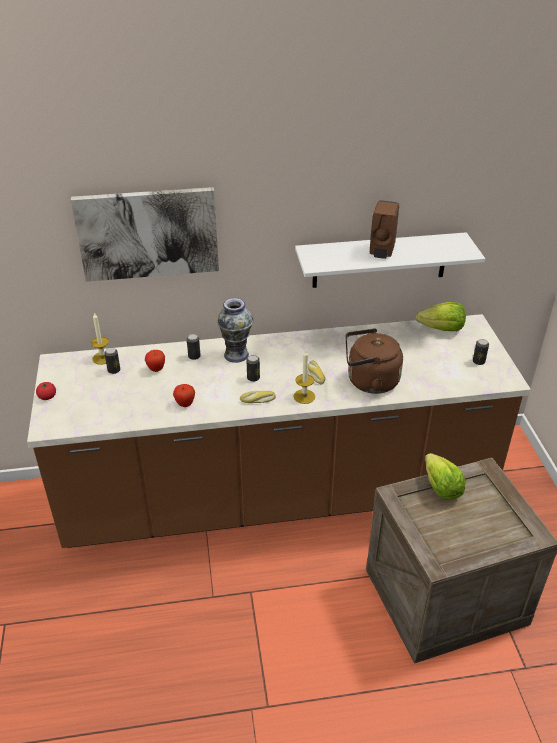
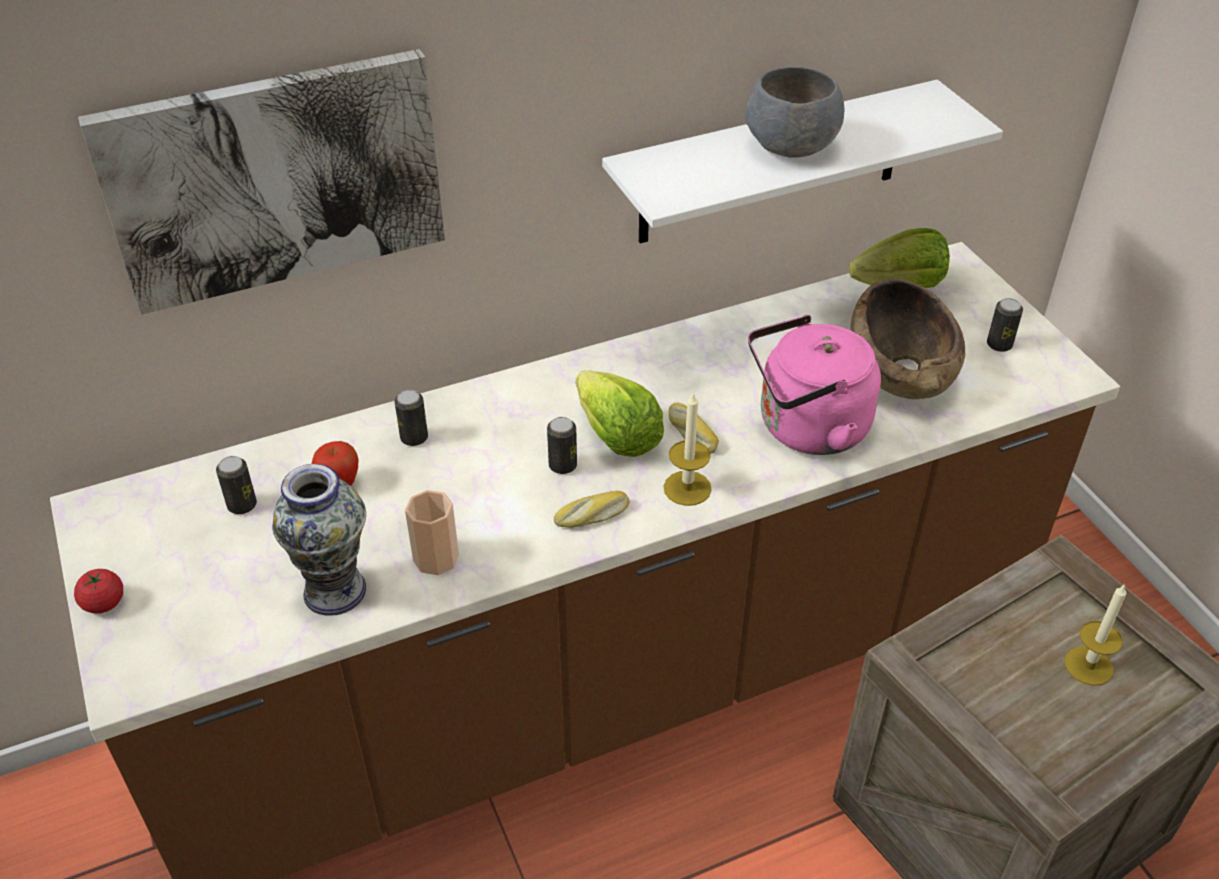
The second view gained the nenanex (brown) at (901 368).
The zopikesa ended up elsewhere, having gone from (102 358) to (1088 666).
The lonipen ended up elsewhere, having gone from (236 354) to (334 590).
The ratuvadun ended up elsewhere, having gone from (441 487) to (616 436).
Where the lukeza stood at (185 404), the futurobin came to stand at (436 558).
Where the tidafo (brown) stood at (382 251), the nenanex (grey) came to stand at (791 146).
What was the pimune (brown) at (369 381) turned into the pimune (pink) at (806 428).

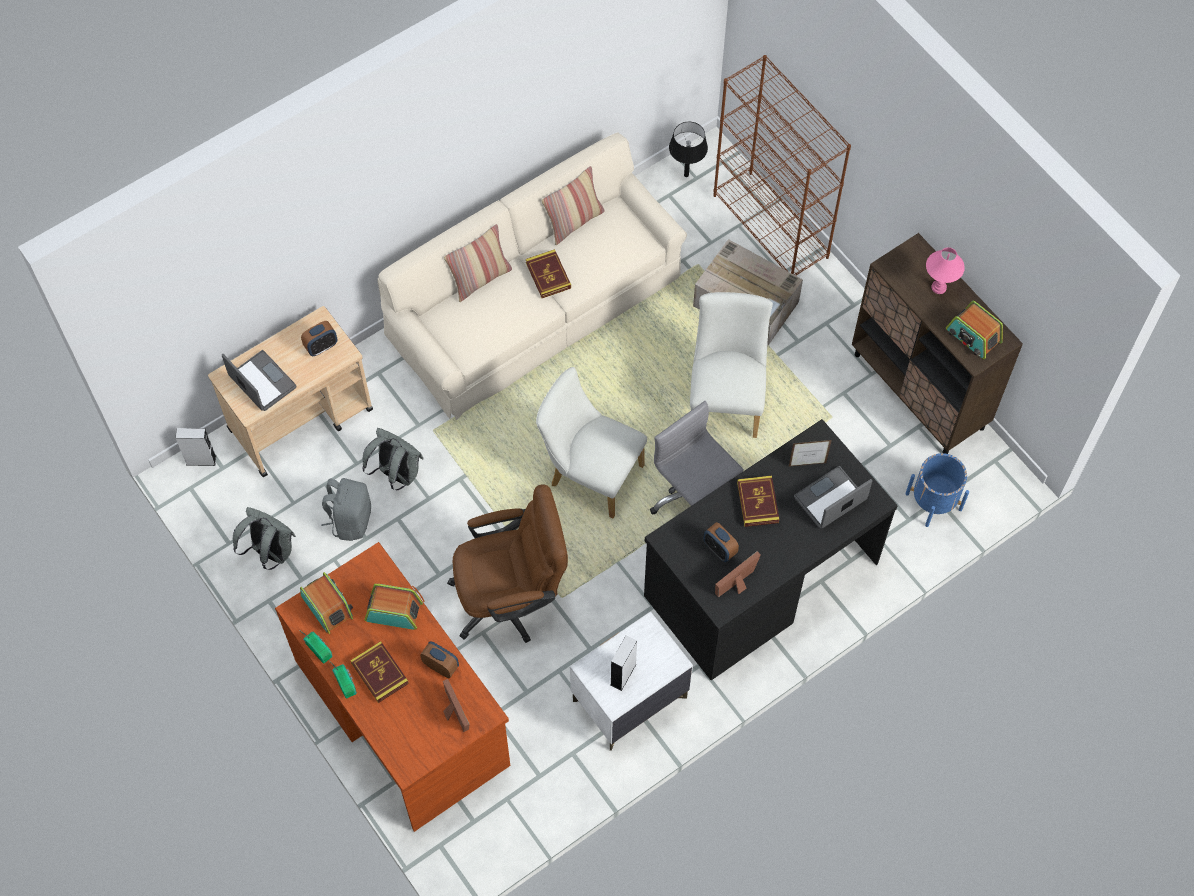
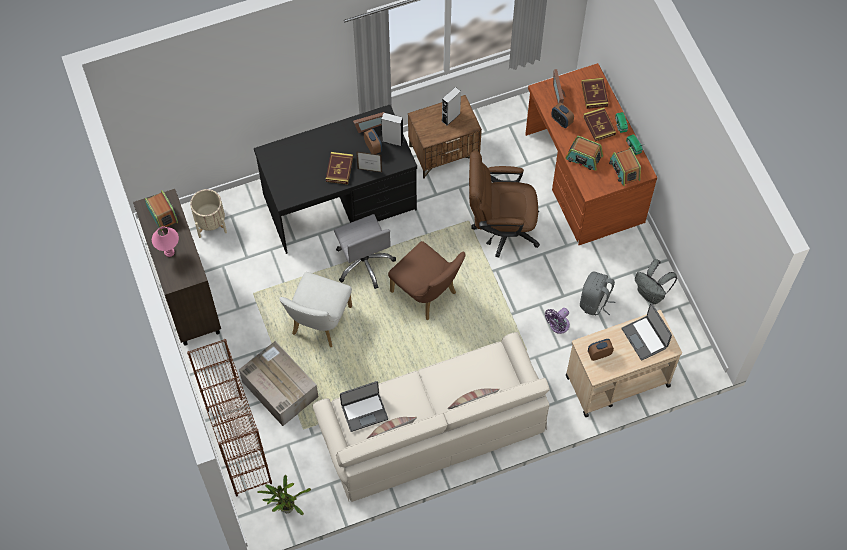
The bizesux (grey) ended up elsewhere, having gone from (201 460) to (392 140).
The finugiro ended up elsewhere, having gone from (548 275) to (594 94).
The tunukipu ended up elsewhere, having gone from (807 464) to (369 170).
The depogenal ended up elsewhere, having gone from (830 500) to (364 411).
Where the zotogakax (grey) stood at (396 473), the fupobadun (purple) came to stand at (557 326).
Where the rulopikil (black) stood at (686 175), the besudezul came to stand at (286 506).
What was the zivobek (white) at (590 473) turned into the zivobek (brown) at (427 295).
What was the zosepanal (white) at (629 700) turned into the zosepanal (brown) at (444 153).
What was the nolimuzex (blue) at (933 501) turned into the nolimuzex (beige) at (211 223).

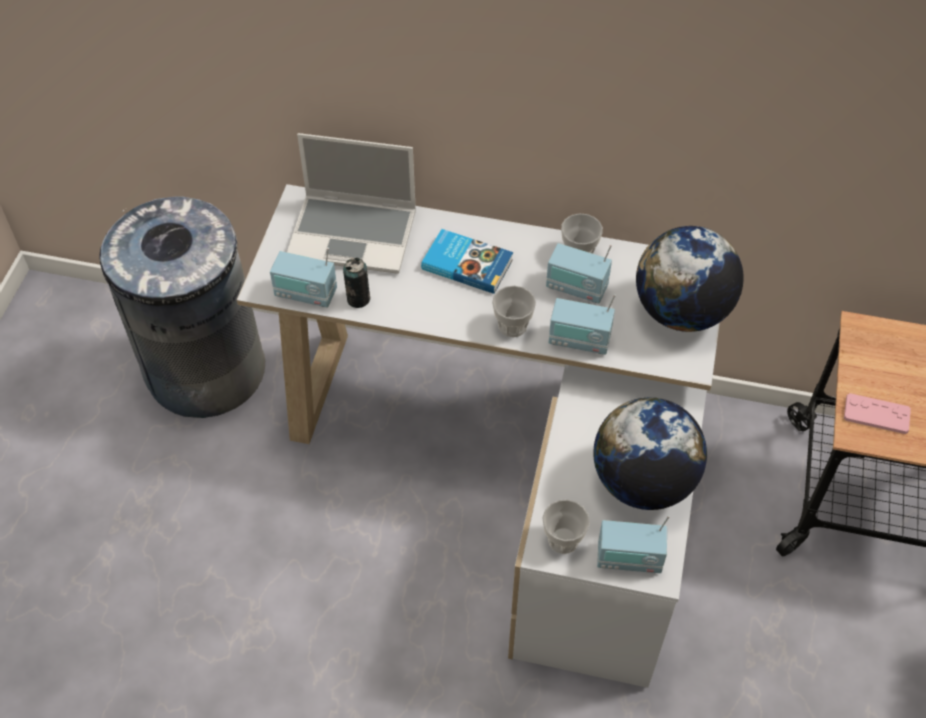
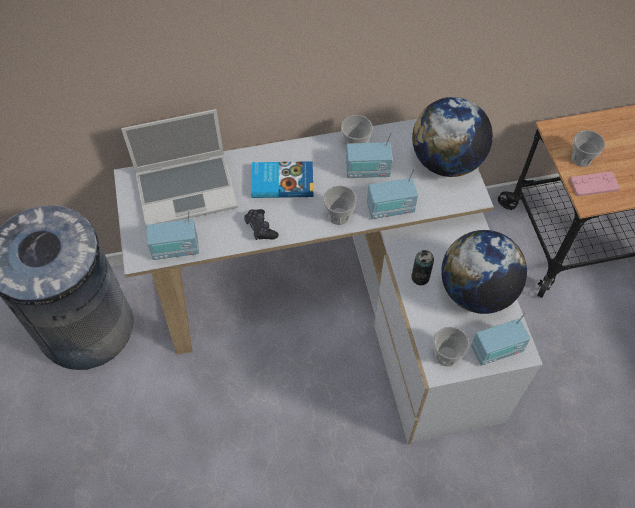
The second view gained the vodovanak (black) at (260 228).
The second view gained the futurobin at (581 158).
The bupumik ended up elsewhere, having gone from (358 299) to (420 277).

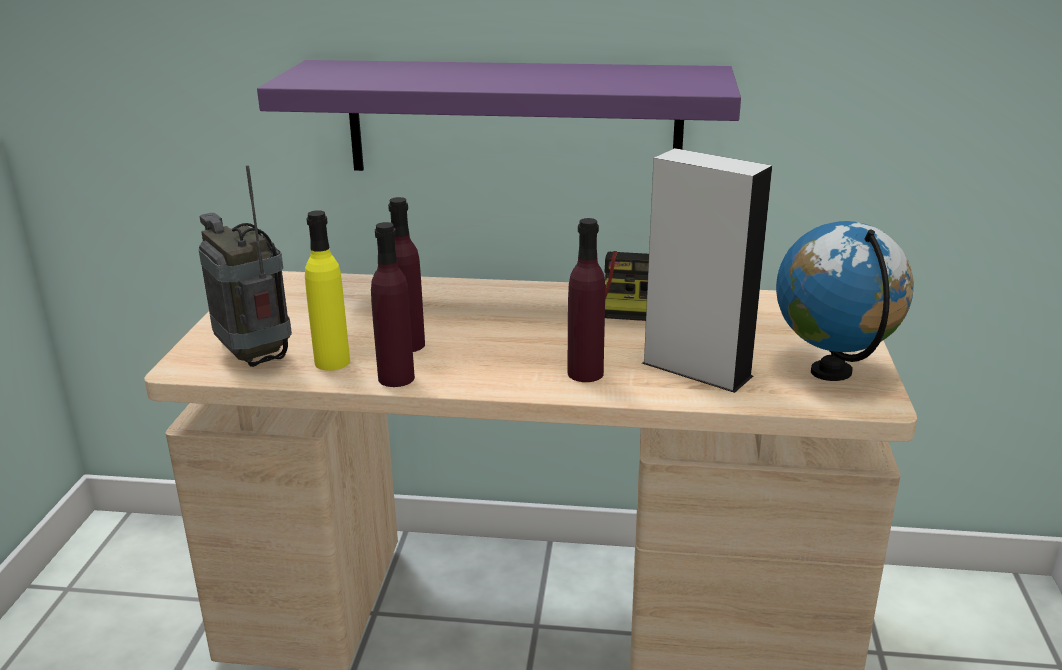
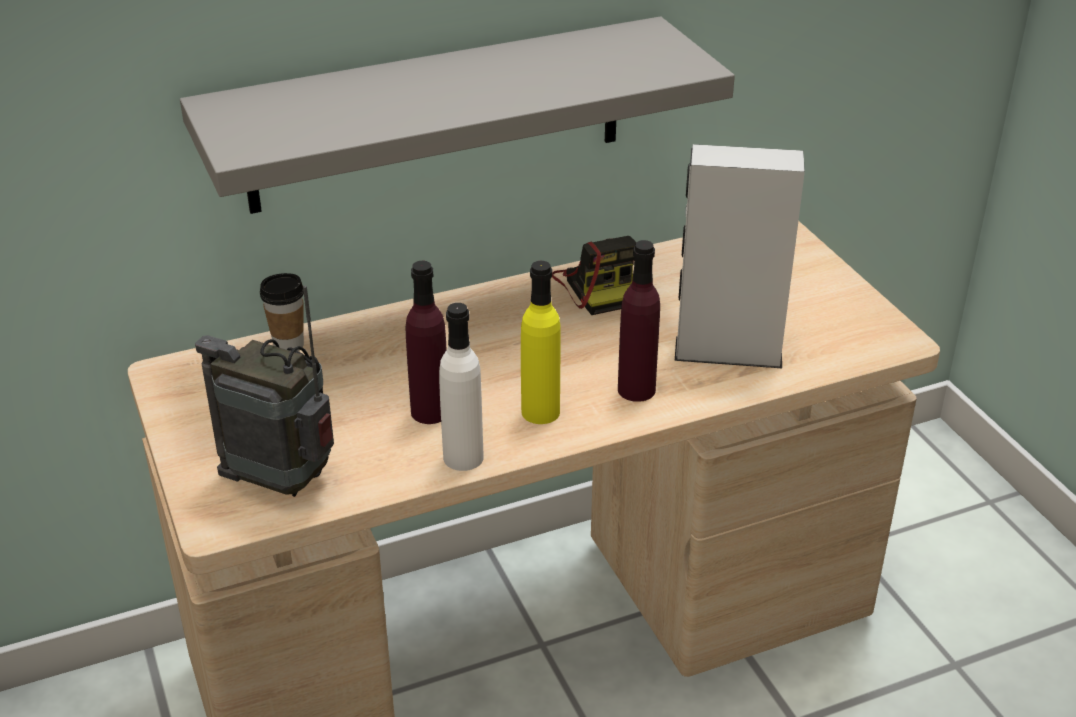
The second view lost the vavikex at (832 372).
The second view gained the futurobin at (288 345).
The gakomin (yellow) ended up elsewhere, having gone from (332 362) to (540 412).
What was the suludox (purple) at (513 119) turned into the suludox (grey) at (436 115).
What was the gakomin (purple) at (396 378) turned into the gakomin (white) at (463 457).

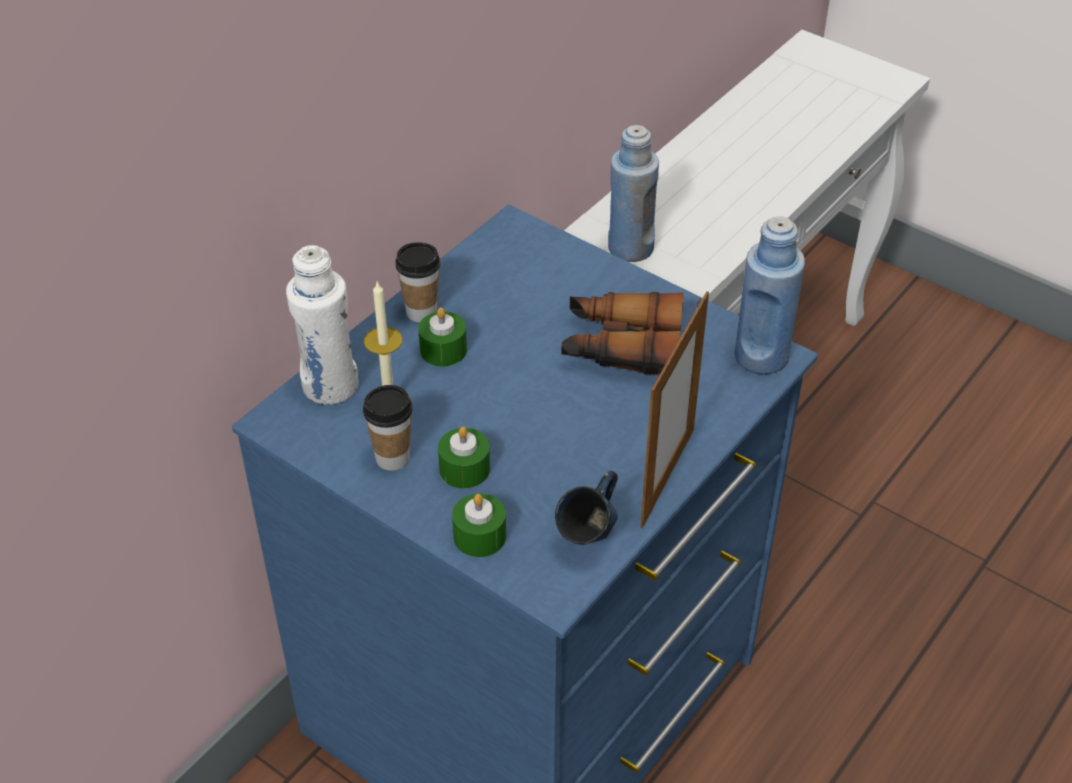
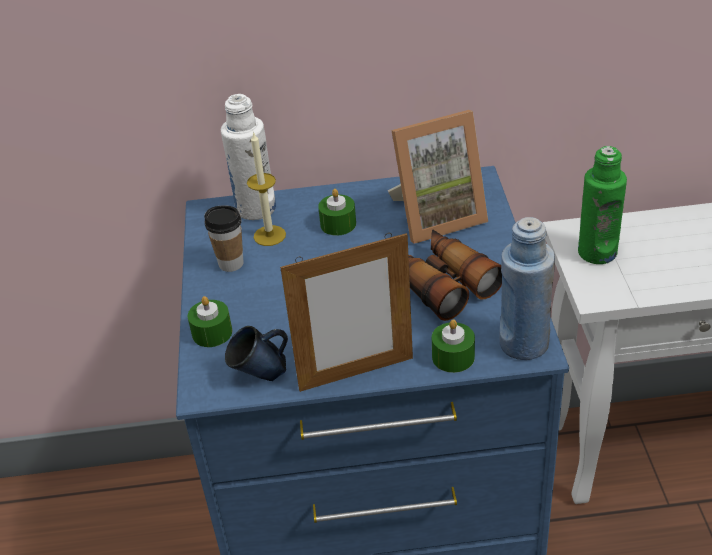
The second view lost the futurobin at (421 312).
The second view gained the tunukipu at (436 216).
The zopikesa (green) ended up elsewhere, having gone from (464 469) to (453 357).
What was the gakomin (blue) at (630 248) turned into the gakomin (green) at (597 252).

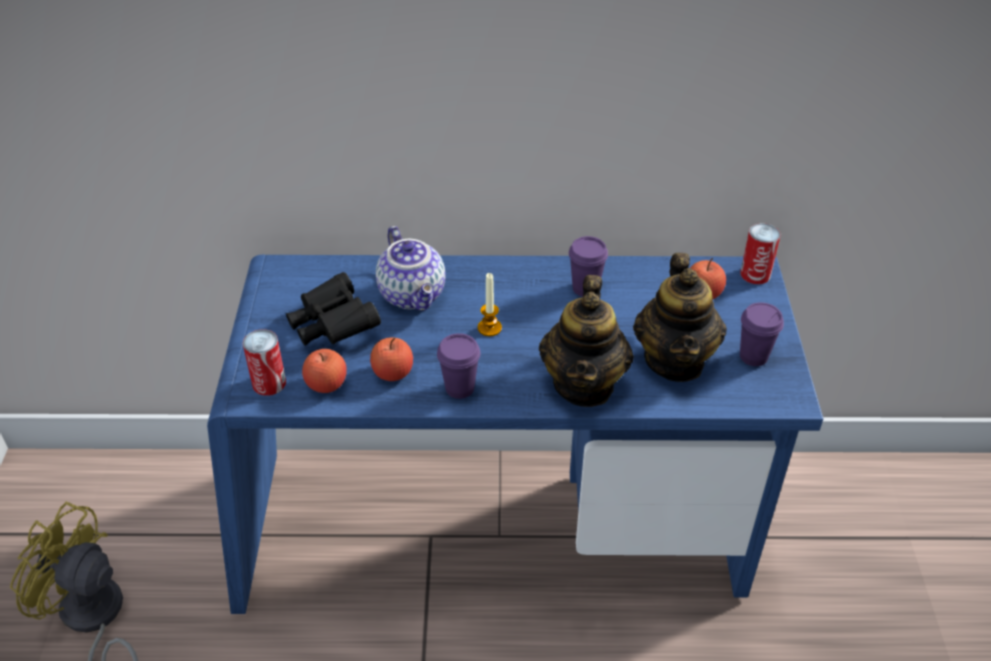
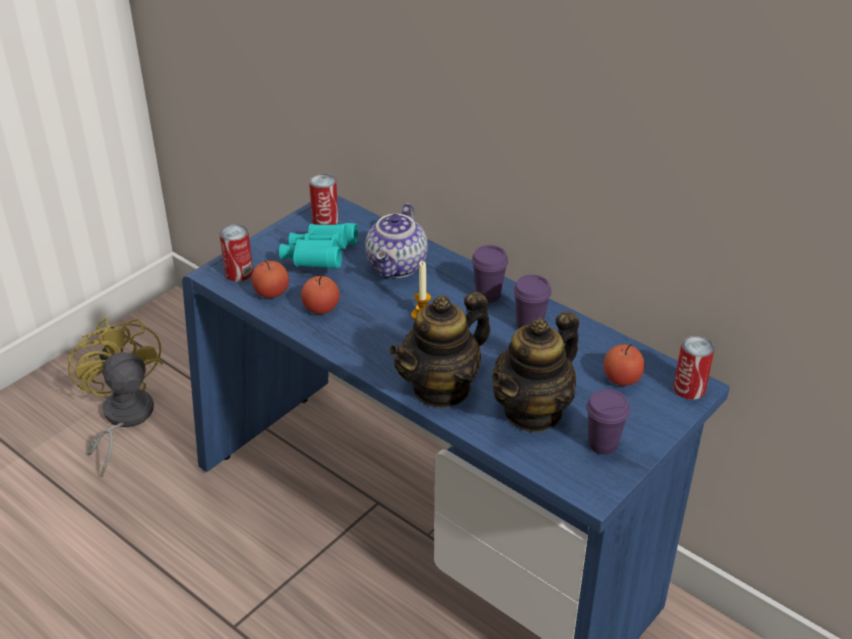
The second view gained the bupumik at (325 220).
The futurobin (purple) ended up elsewhere, having gone from (459 388) to (488 295).
What was the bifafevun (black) at (333 326) turned into the bifafevun (turquoise) at (320 259).

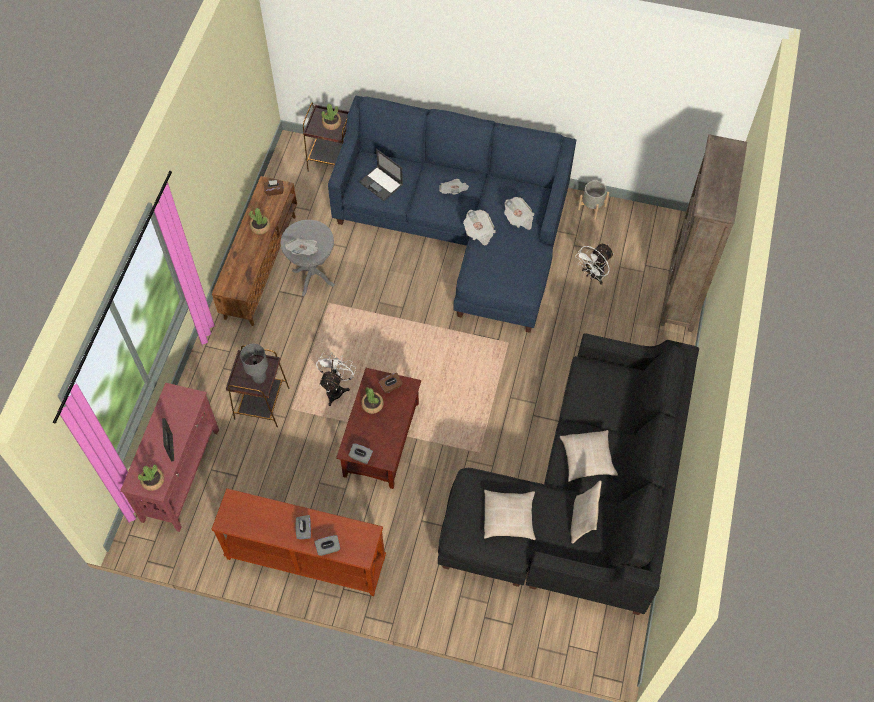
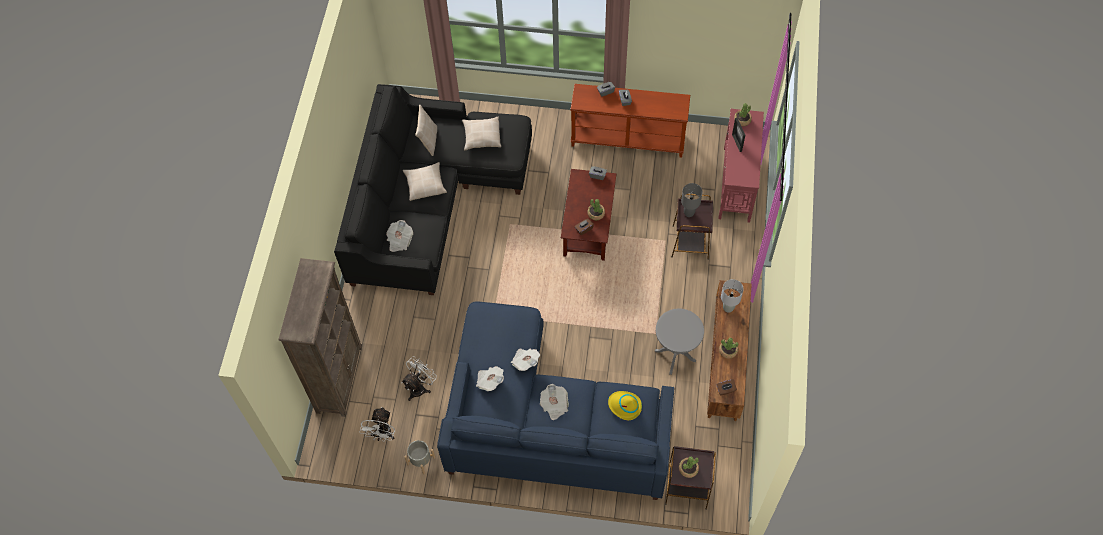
The second view gained the rulopikil (grey) at (728 308).
The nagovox ended up elsewhere, having gone from (304 251) to (399 240).
The fupobadun (white) ended up elsewhere, having gone from (336 388) to (383 435).
Where the depogenal stood at (381 183), the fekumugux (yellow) came to stand at (624 406).

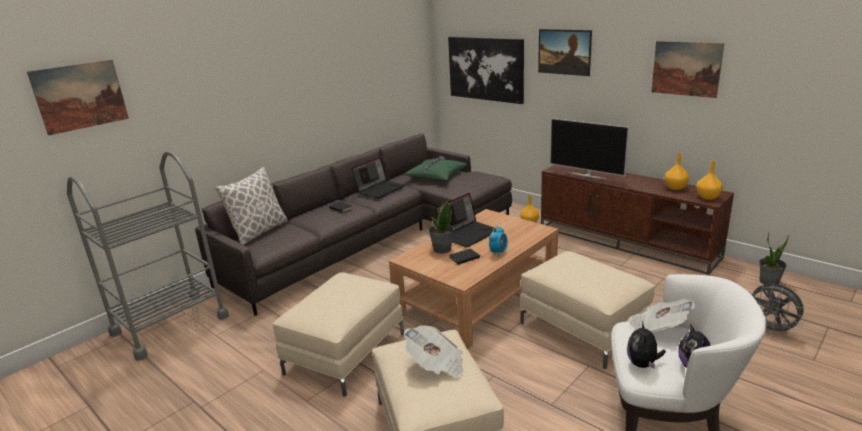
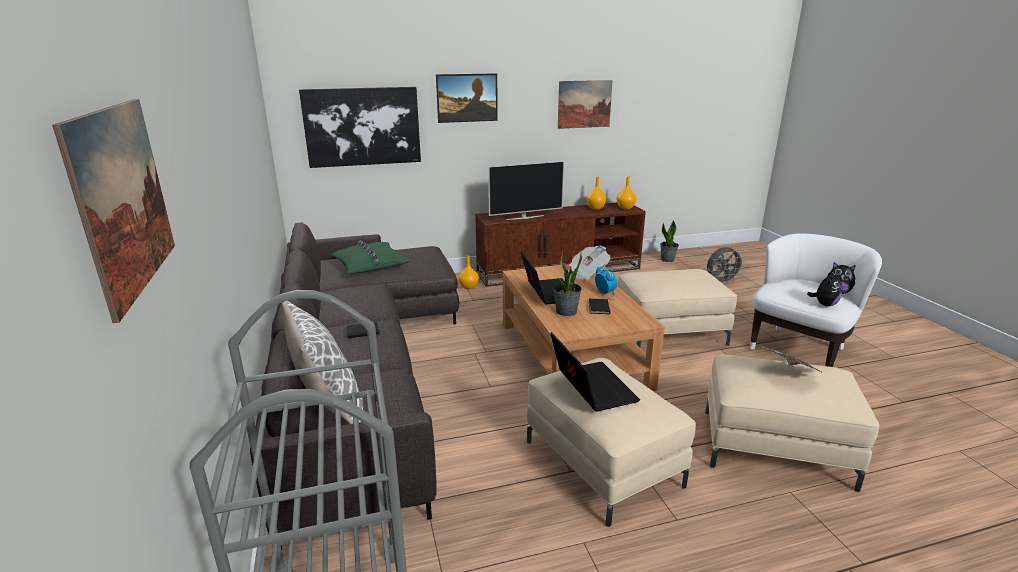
The depogenal ended up elsewhere, having gone from (380 189) to (591 387).
The nagovox ended up elsewhere, having gone from (657 328) to (586 274).
The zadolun at (643 364) ended up facing another way, 90 degrees counterclockwise from before.

